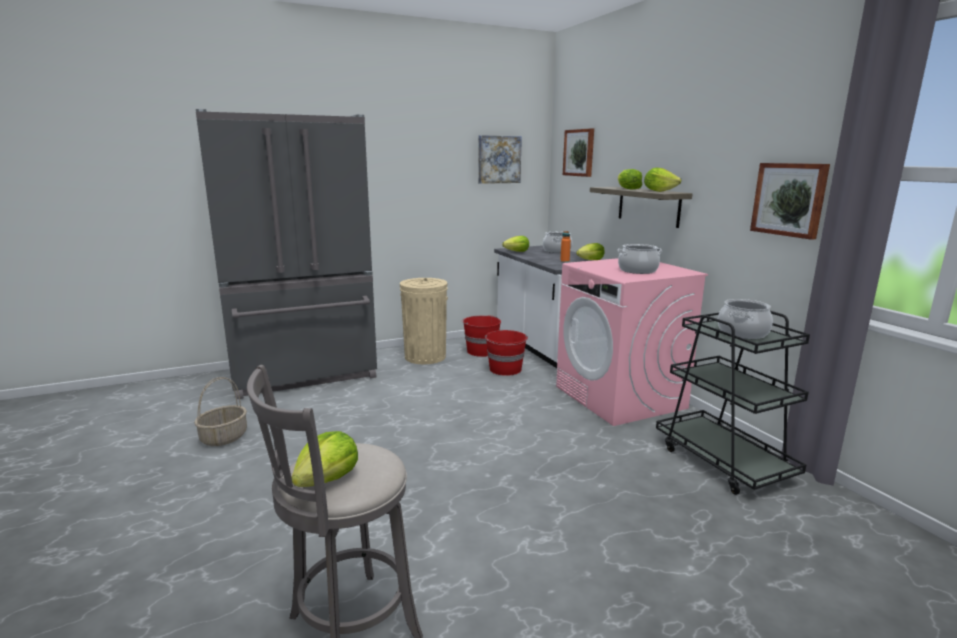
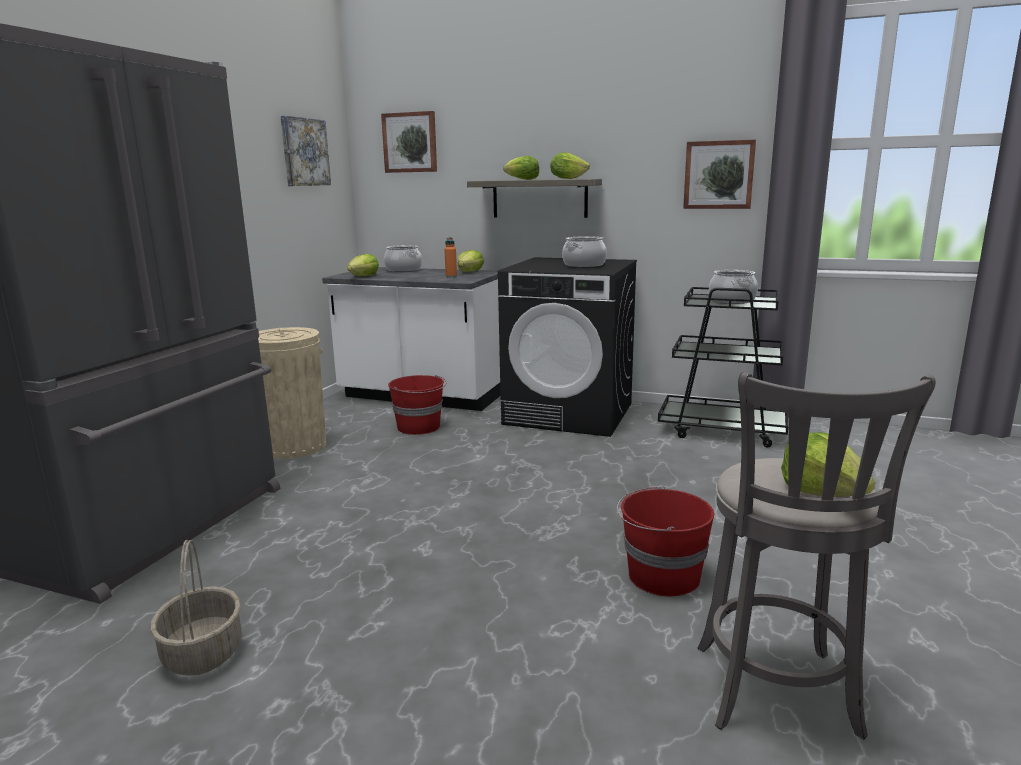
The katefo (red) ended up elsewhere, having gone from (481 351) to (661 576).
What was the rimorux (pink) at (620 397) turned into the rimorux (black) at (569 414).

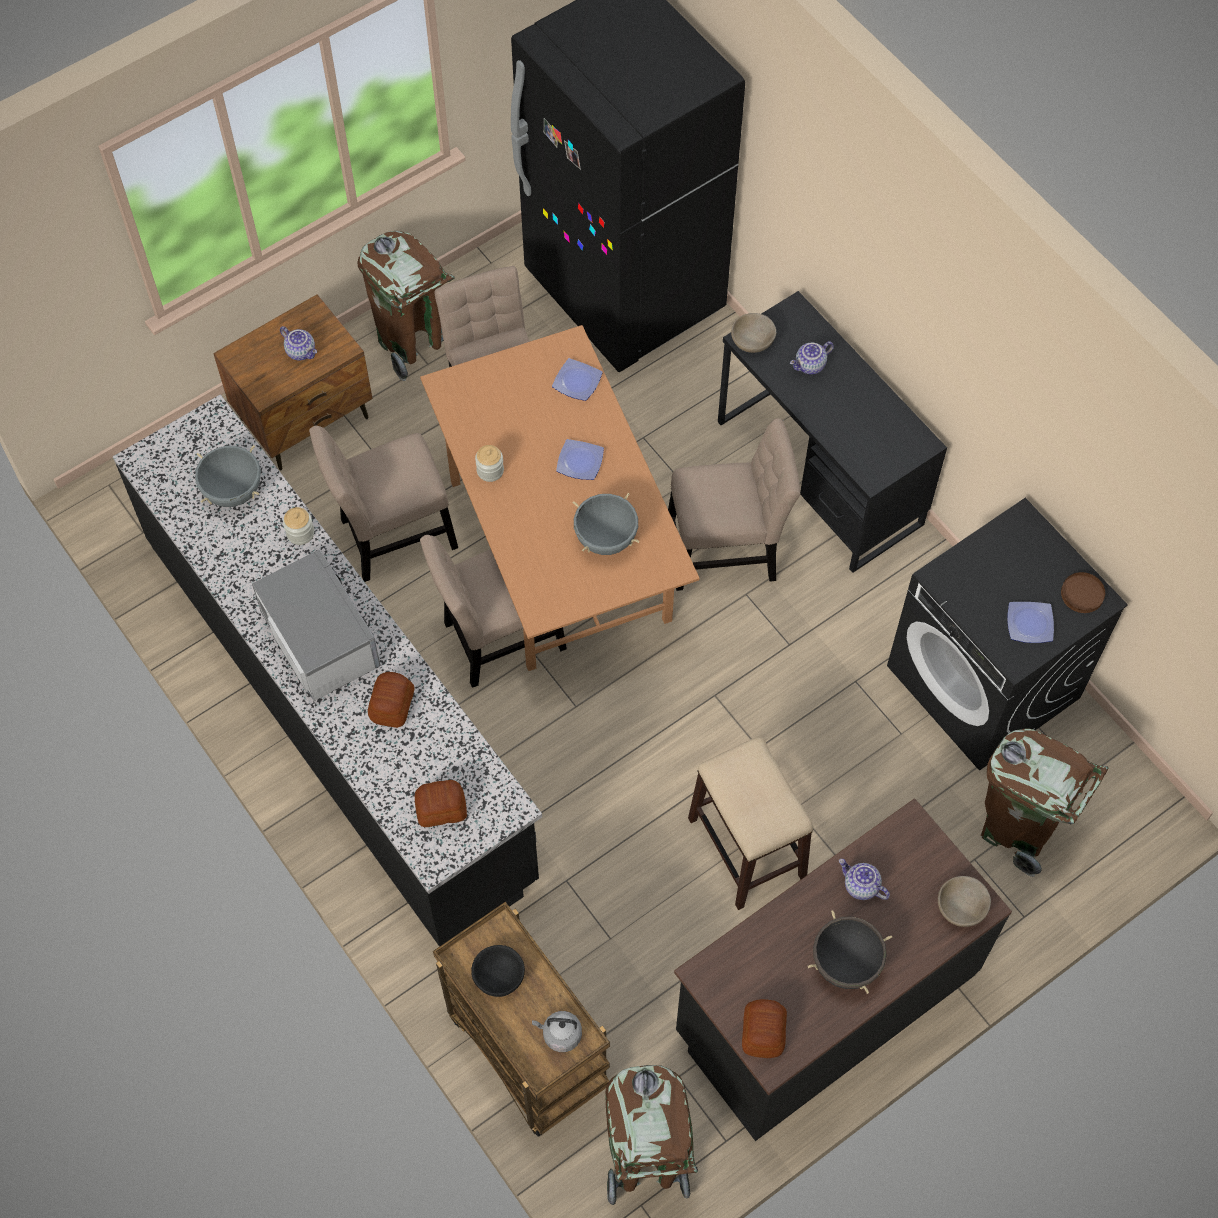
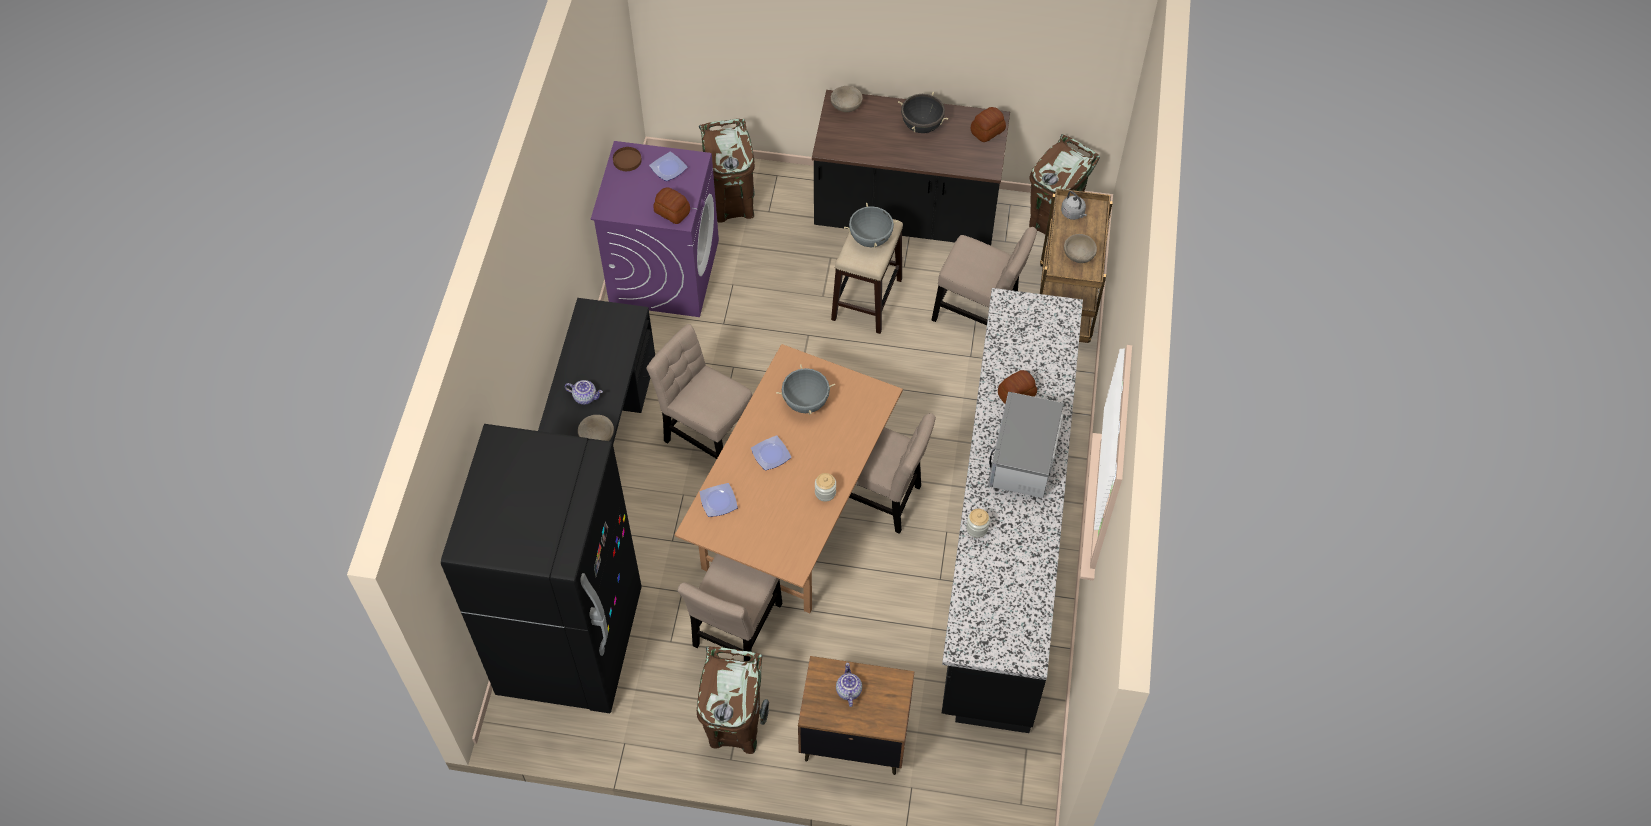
The second view lost the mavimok at (860 886).
The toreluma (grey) ended up elsewhere, having gone from (233 491) to (870 238).
The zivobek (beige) ended up elsewhere, having gone from (392 537) to (978 316).
The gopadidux ended up elsewhere, having gone from (440 808) to (672 212).
What was the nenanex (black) at (499 976) turned into the nenanex (beige) at (1078 255).
What was the rimorux (black) at (984 682) turned into the rimorux (purple) at (664 272).

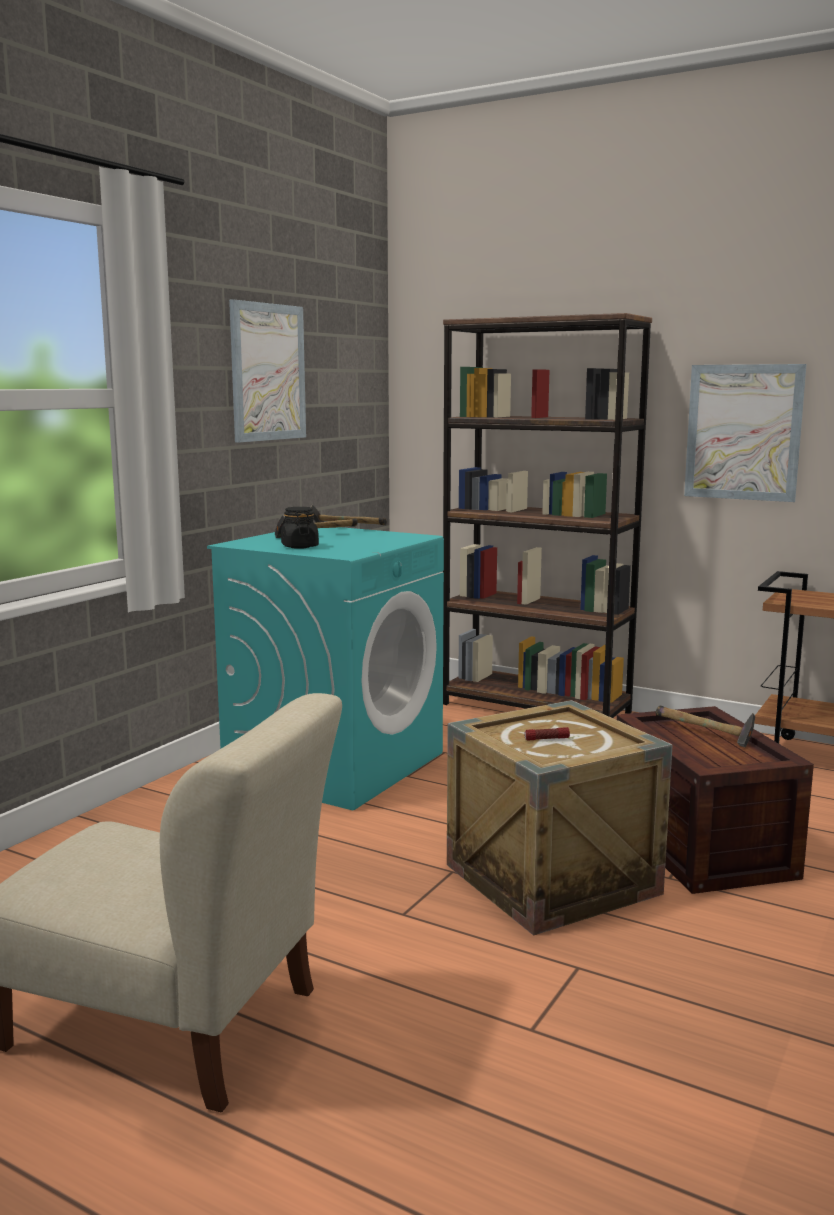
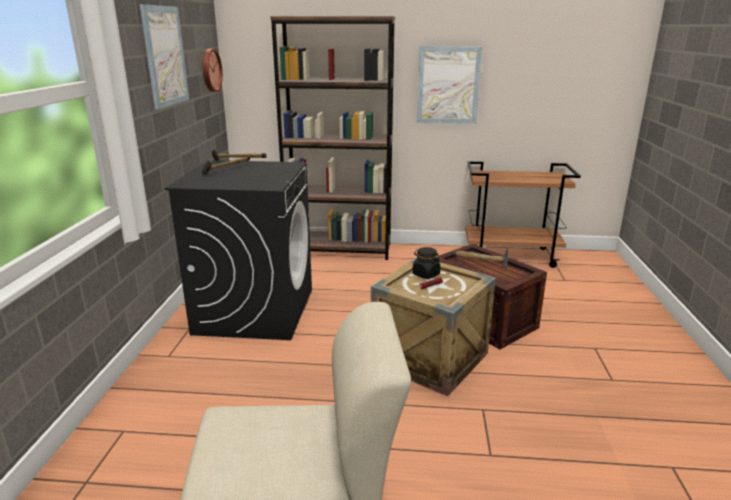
The second view gained the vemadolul at (210 70).
The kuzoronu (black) ended up elsewhere, having gone from (299 546) to (426 274).
What was the rimorux (turquoise) at (335 764) turned into the rimorux (black) at (255 310).

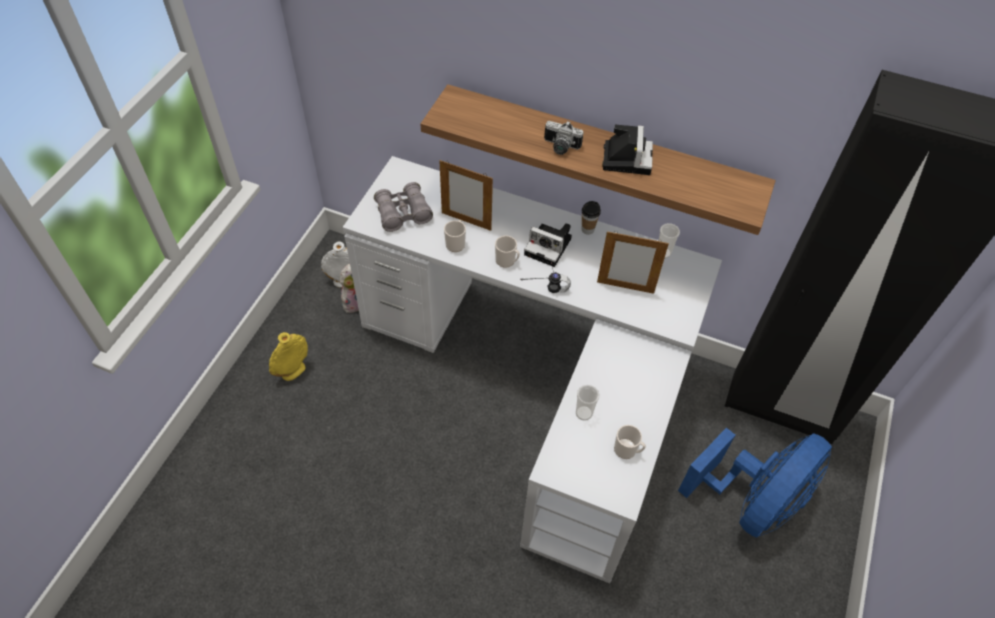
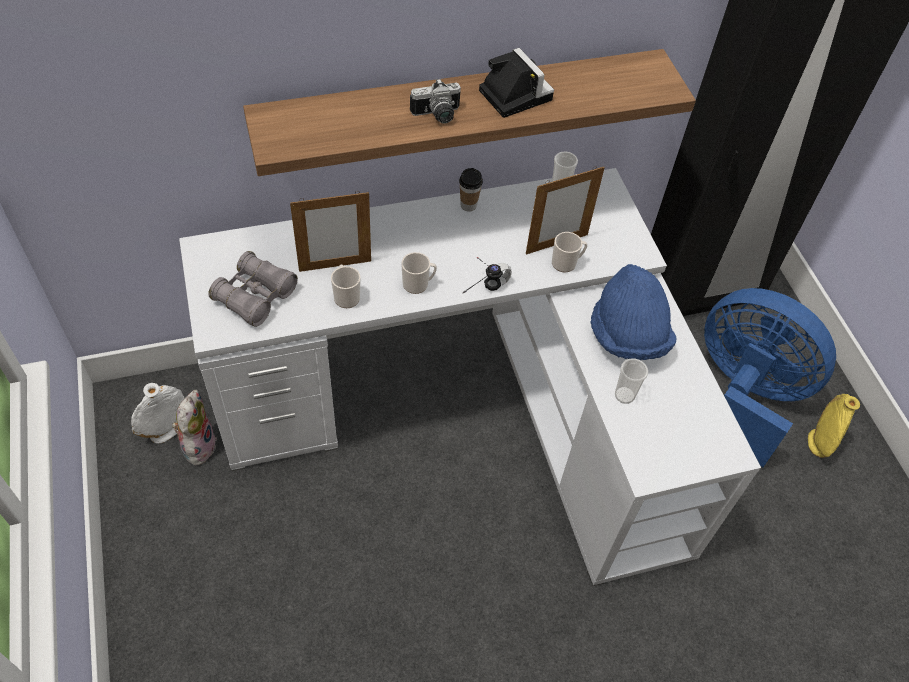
The second view lost the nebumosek at (550 247).
The second view gained the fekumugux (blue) at (628 336).
The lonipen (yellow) ended up elsewhere, having gone from (293 371) to (818 444).
The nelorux ended up elsewhere, having gone from (627 450) to (566 263).
The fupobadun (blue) at (752 501) ended up facing another way, 60 degrees counterclockwise from before.

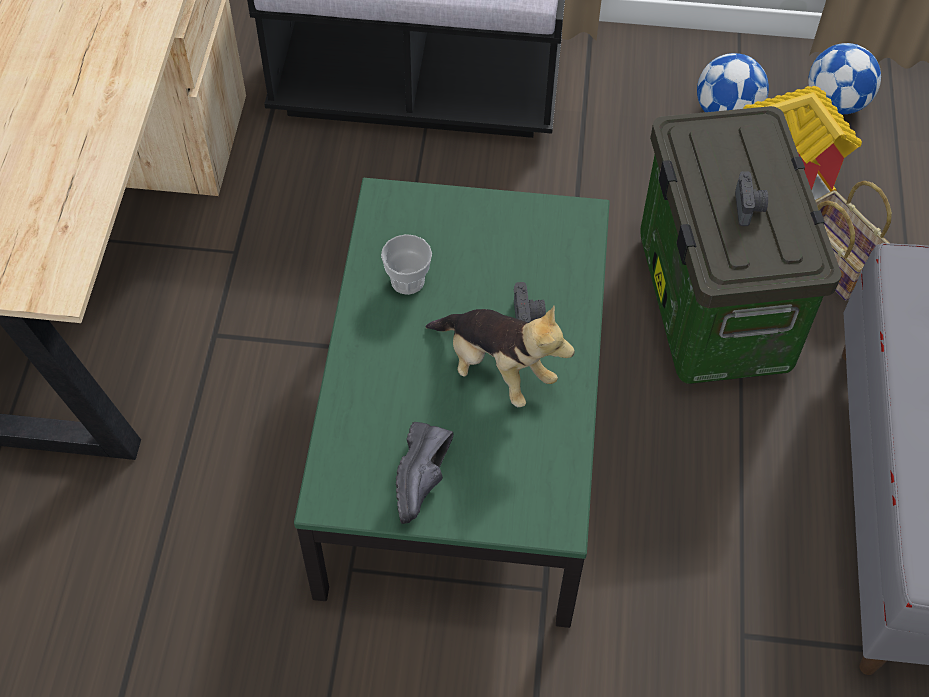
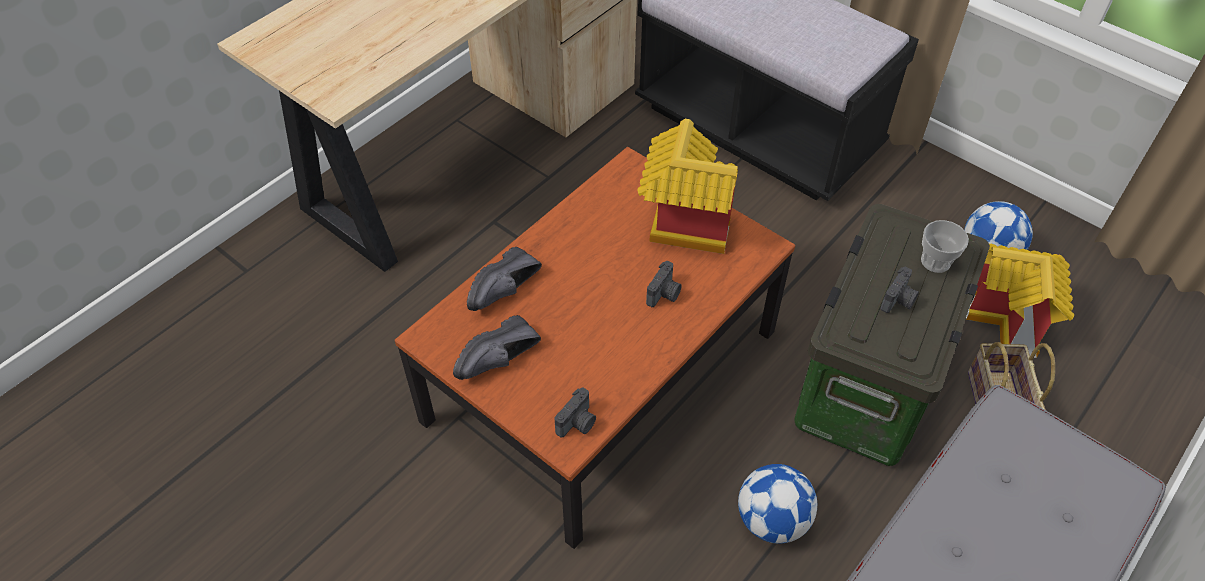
The second view lost the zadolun at (496 369).
The second view gained the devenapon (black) at (507 291).
The second view gained the nebumosek at (578 423).
The second view gained the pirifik at (680 223).
The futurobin ended up elsewhere, having gone from (407 281) to (935 261).
The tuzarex ended up elsewhere, having gone from (836 103) to (772 520).
What was the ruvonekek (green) at (461 437) turned into the ruvonekek (brown) at (602 374).

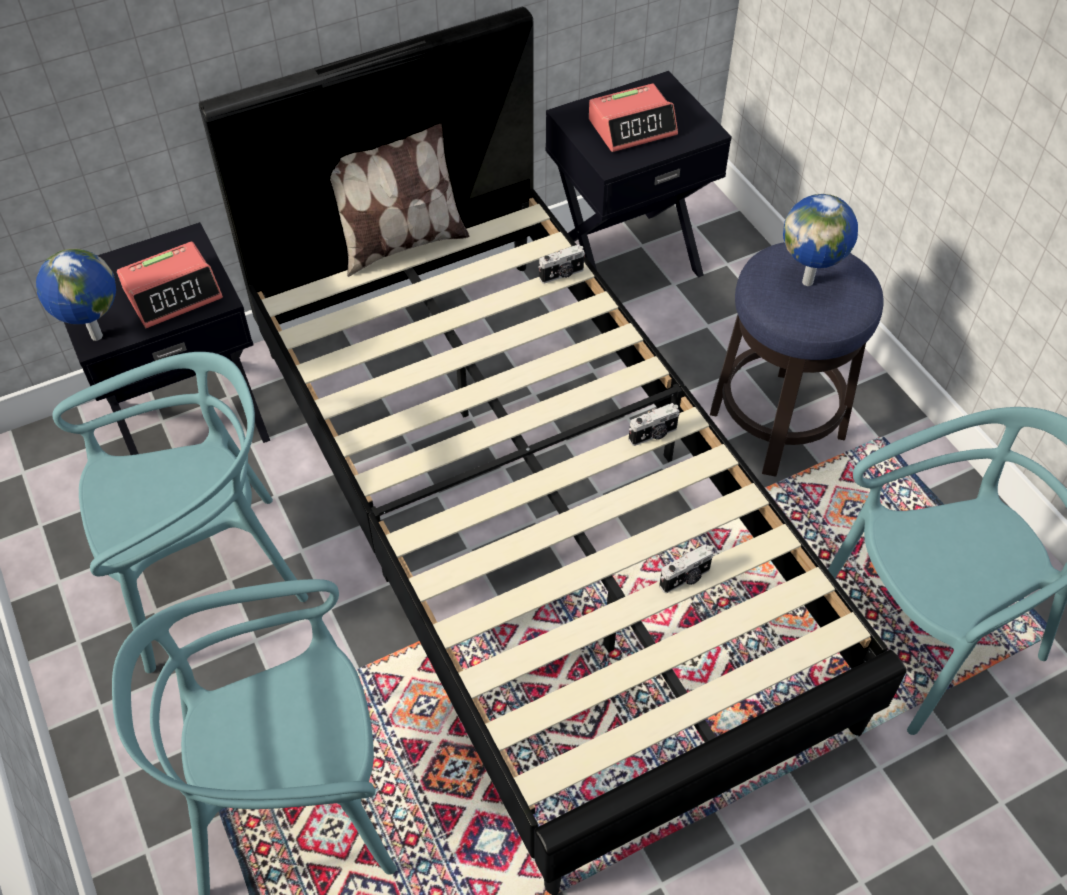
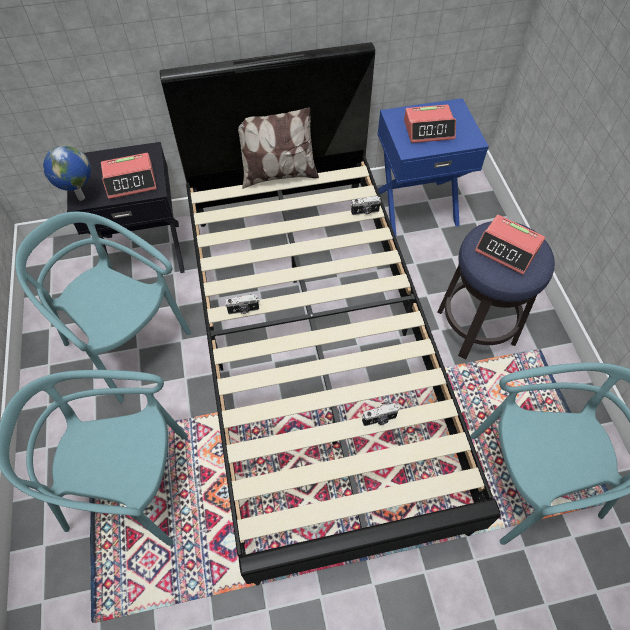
The nebumosek ended up elsewhere, having gone from (653 435) to (243 310).
Where the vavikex stood at (809 281), the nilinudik came to stand at (507 250).
What was the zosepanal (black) at (625 258) turned into the zosepanal (blue) at (416 206).
The zivobek (turquoise) at (206 576) ended up facing another way, 135 degrees counterclockwise from before.

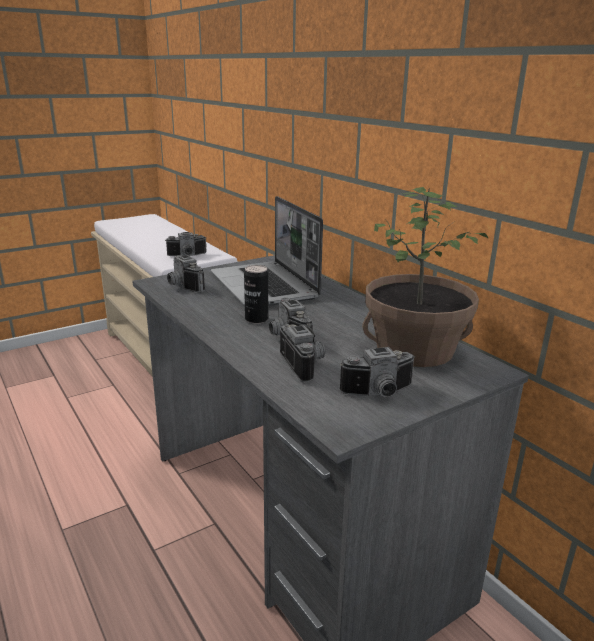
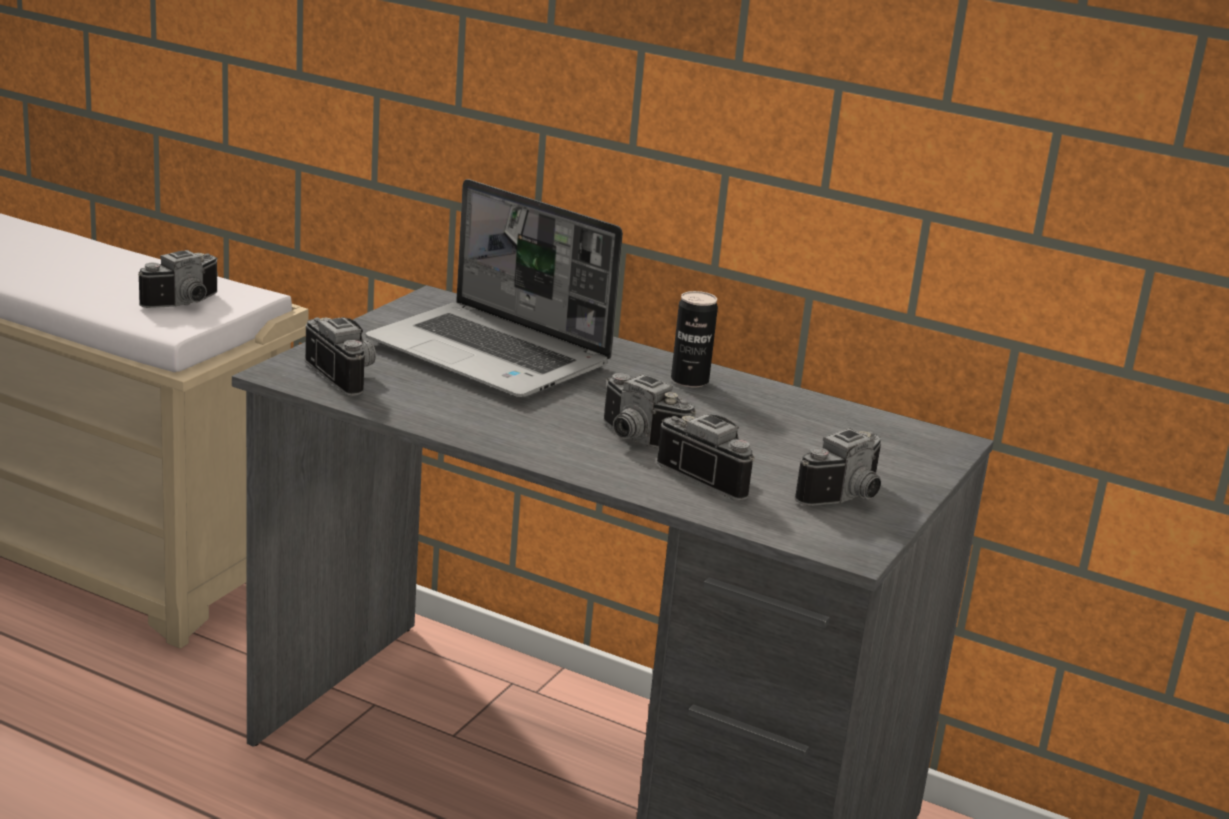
The second view lost the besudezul at (414 350).
The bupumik ended up elsewhere, having gone from (256 319) to (689 381).
The nebumosek at (182 287) ended up facing another way, 150 degrees counterclockwise from before.

